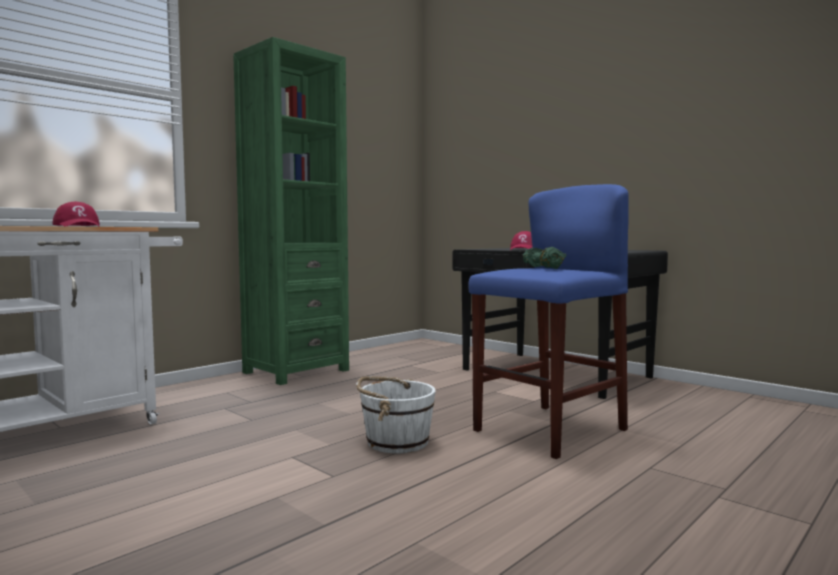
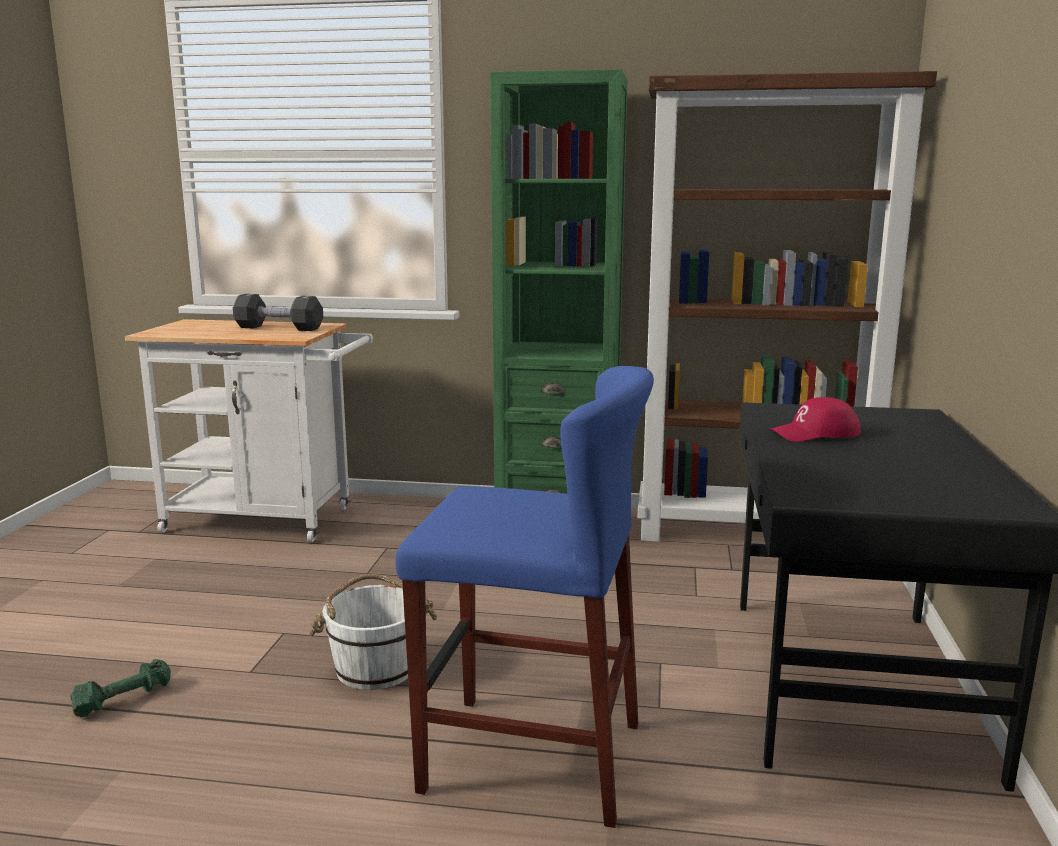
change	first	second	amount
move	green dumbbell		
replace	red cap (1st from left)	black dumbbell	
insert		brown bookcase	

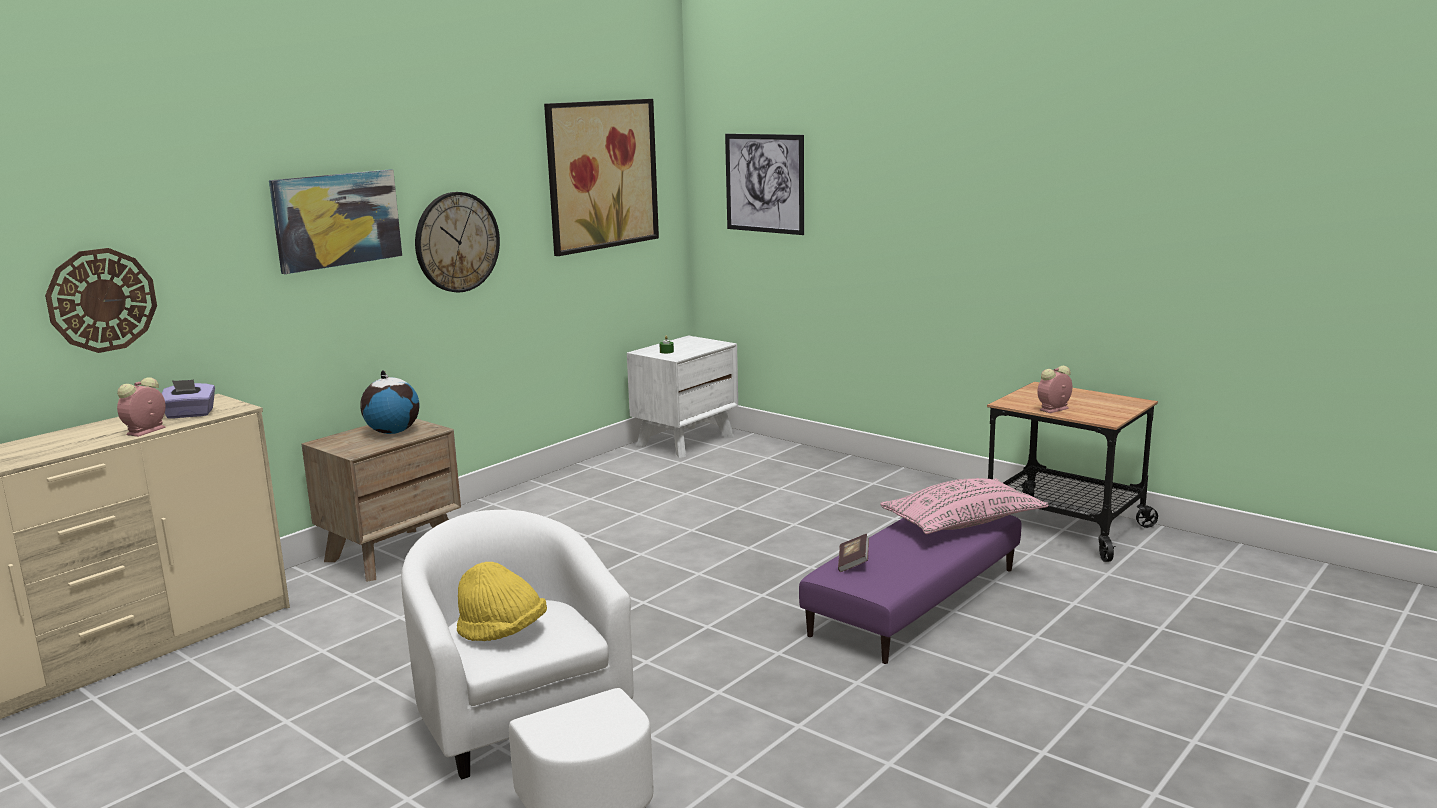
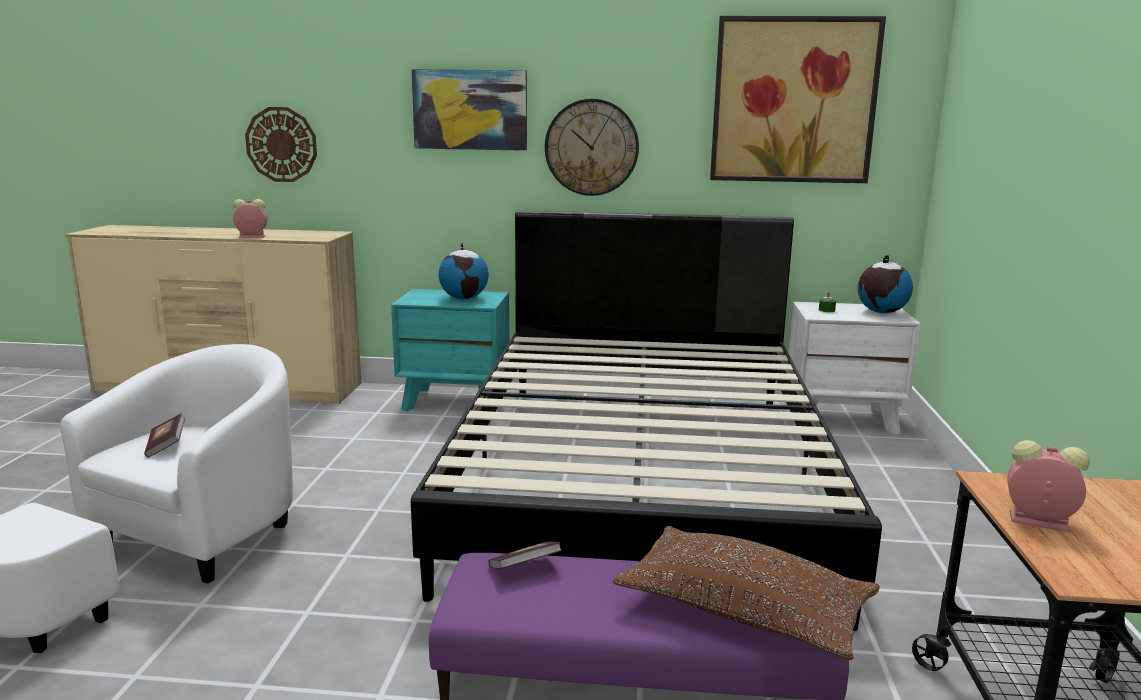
change	first	second	amount
replace	yellow hat	book (1st from left)	
recolor	brown nightstand	turquoise nightstand	
insert		black bed	
recolor	pink pillow	brown pillow	
insert		globe (2nd from left)	
delete	purple tissue box		
delete	picture (3rd from left)		

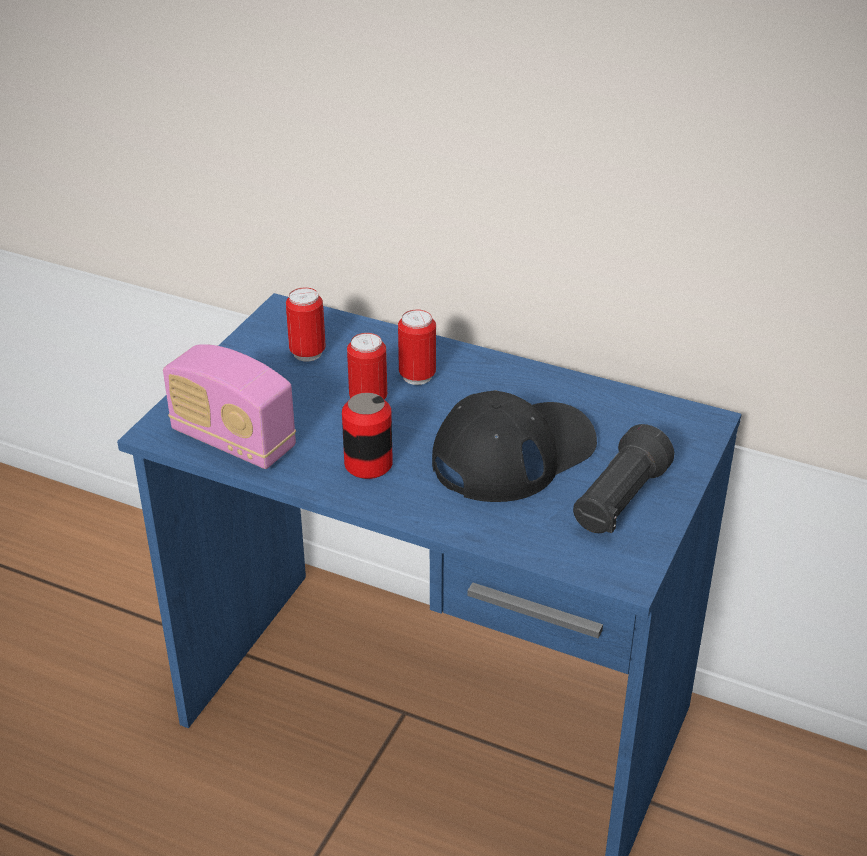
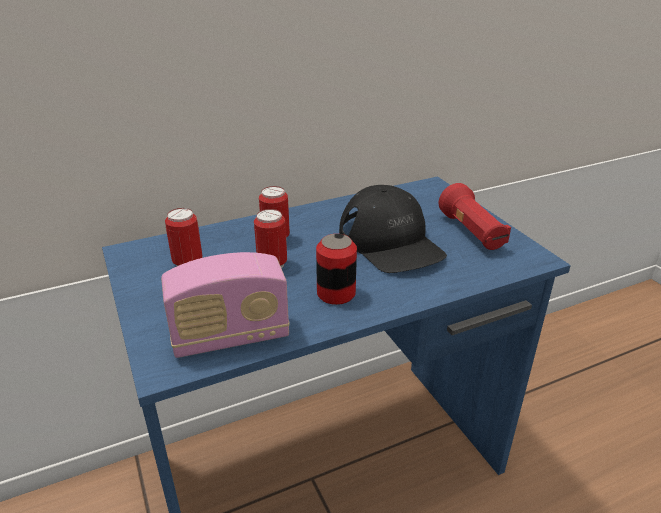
change	first	second	amount
rotate	black cap		150 degrees clockwise
recolor	black flashlight	red flashlight	

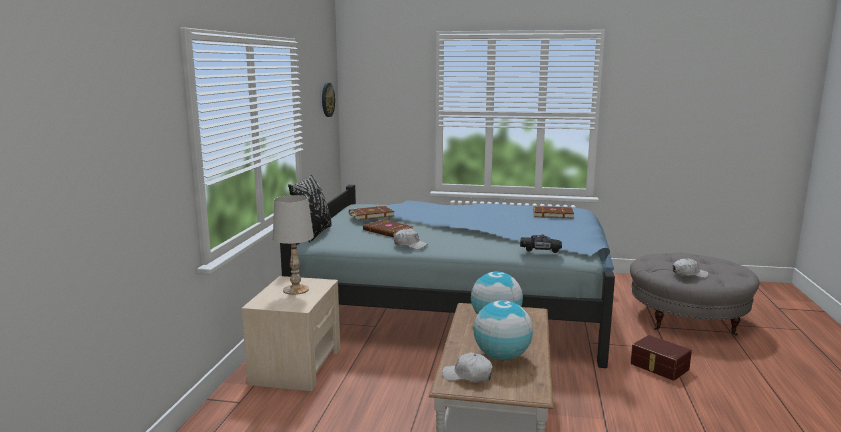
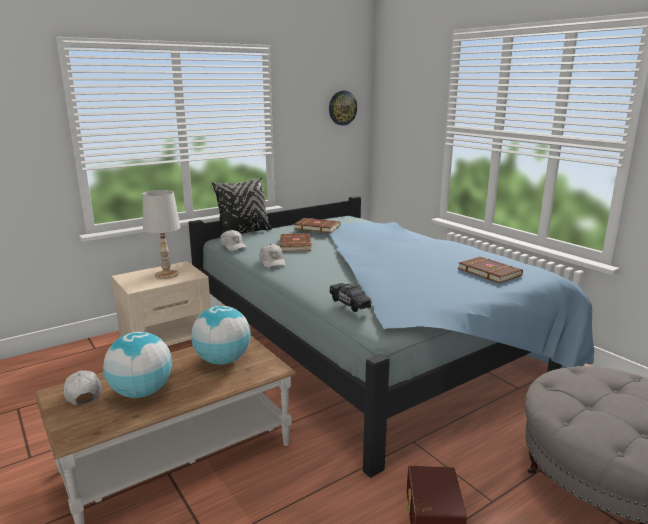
change	first	second	amount
move	white cap (3rd from left in the first image)	white cap (2nd from left)	

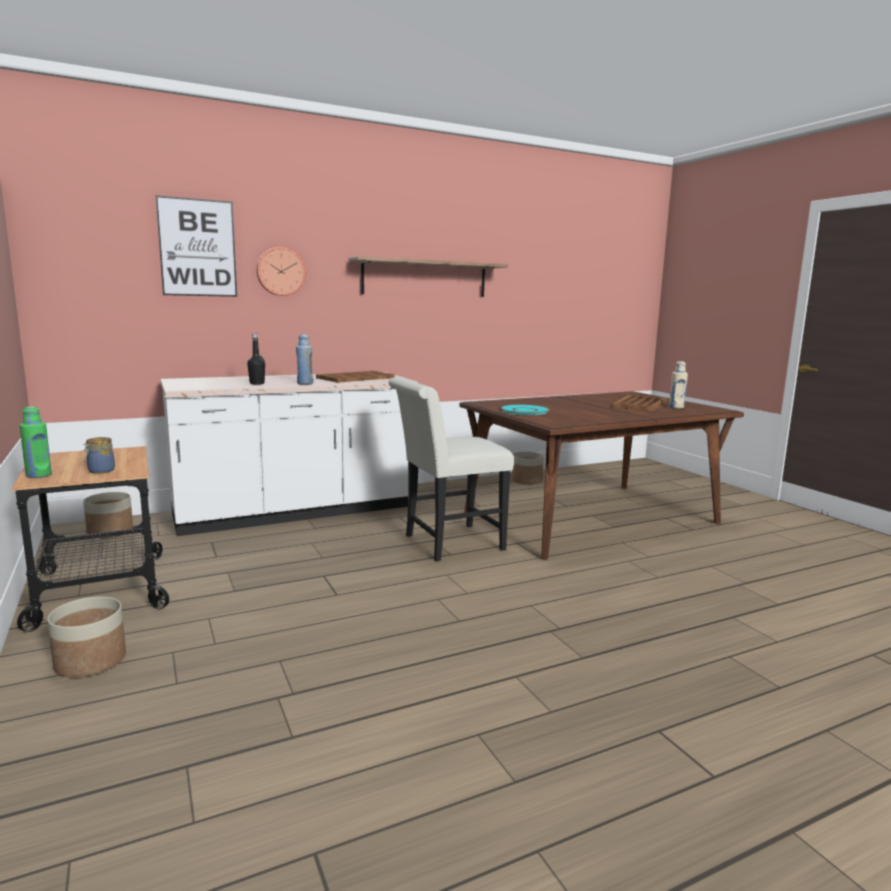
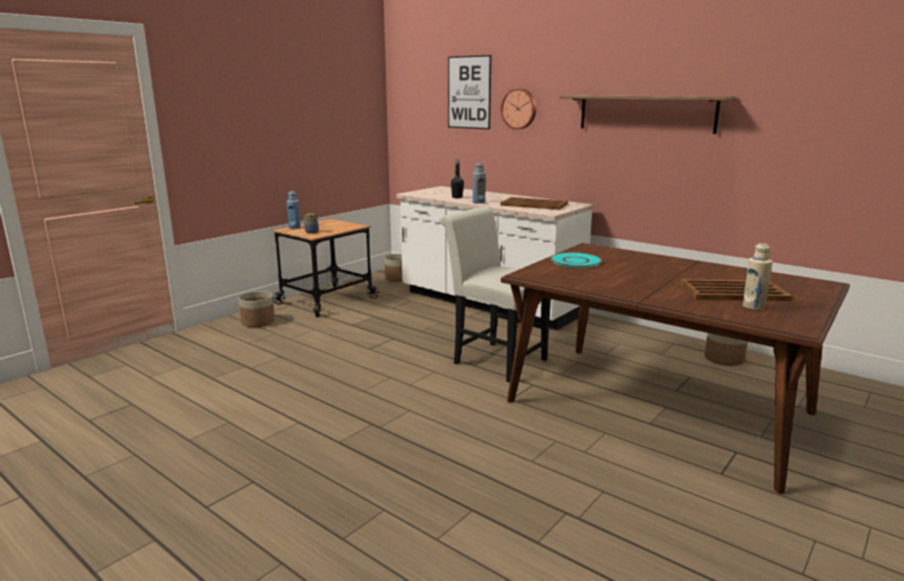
change	first	second	amount
recolor	green bottle	blue bottle (1st from left)	

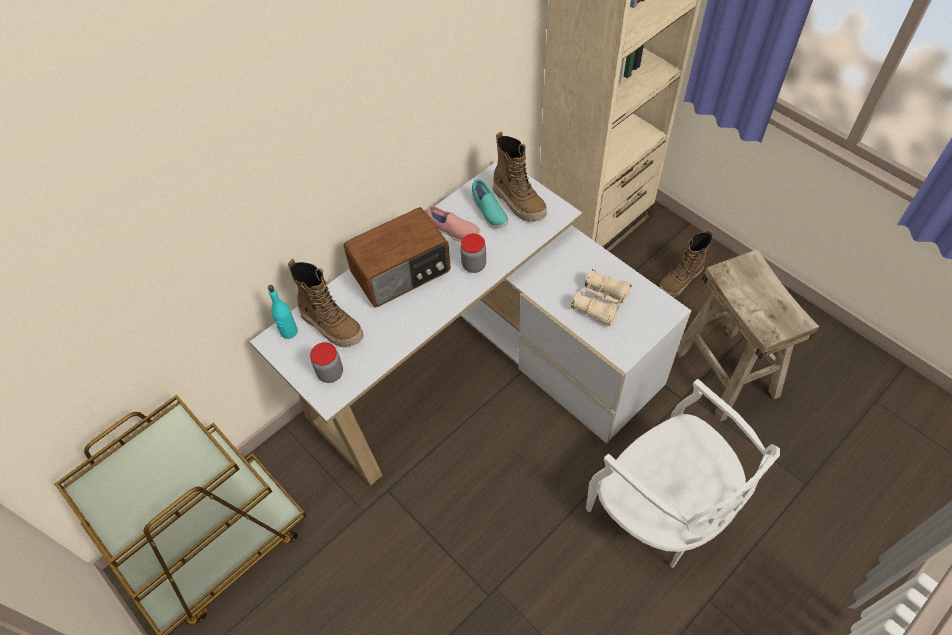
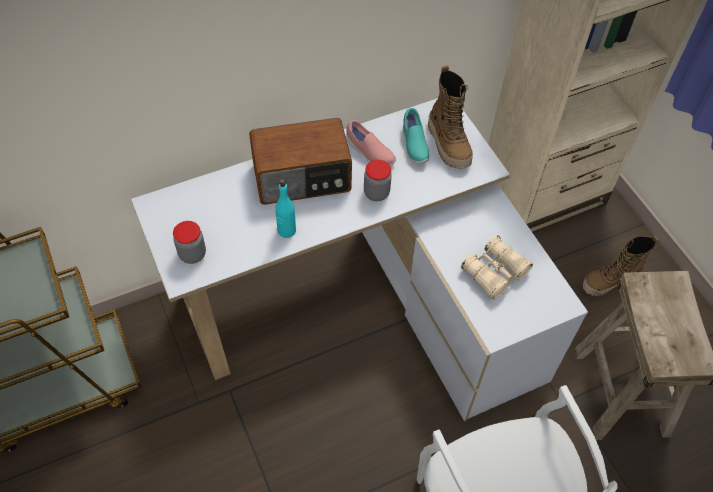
change	first	second	amount
move	turquoise bottle		
delete	boot (1st from left)		

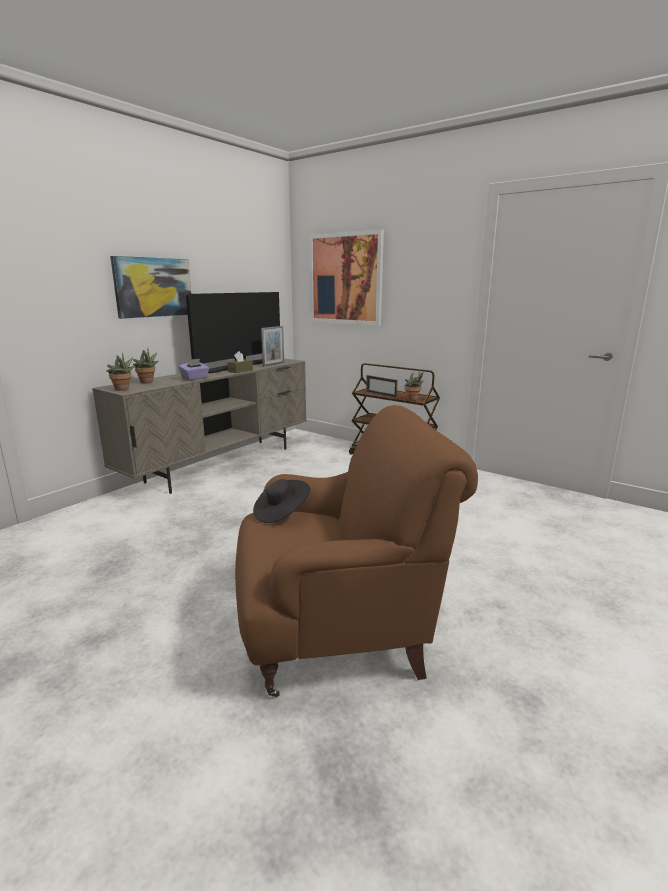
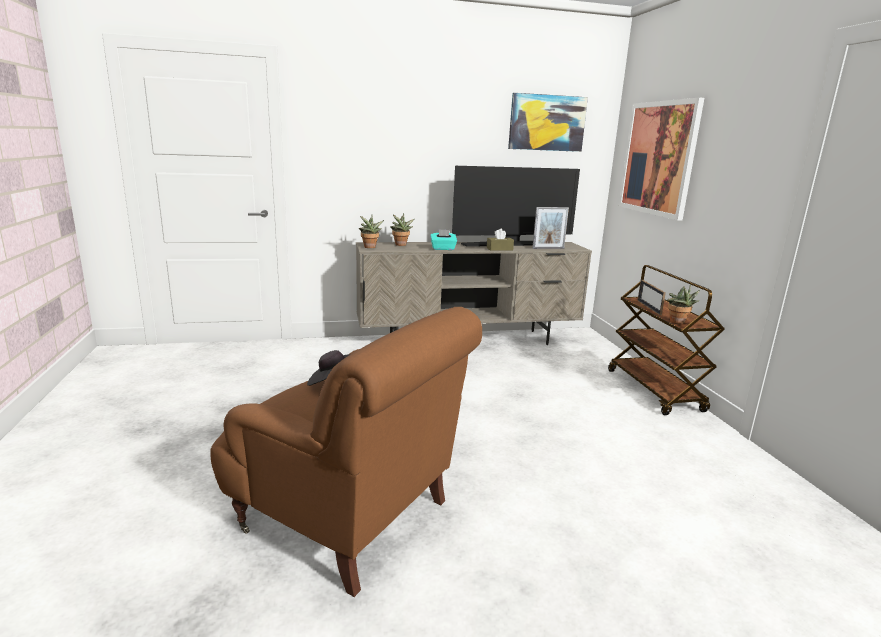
change	first	second	amount
recolor	purple tissue box	turquoise tissue box	
move	picture (1st from left)		

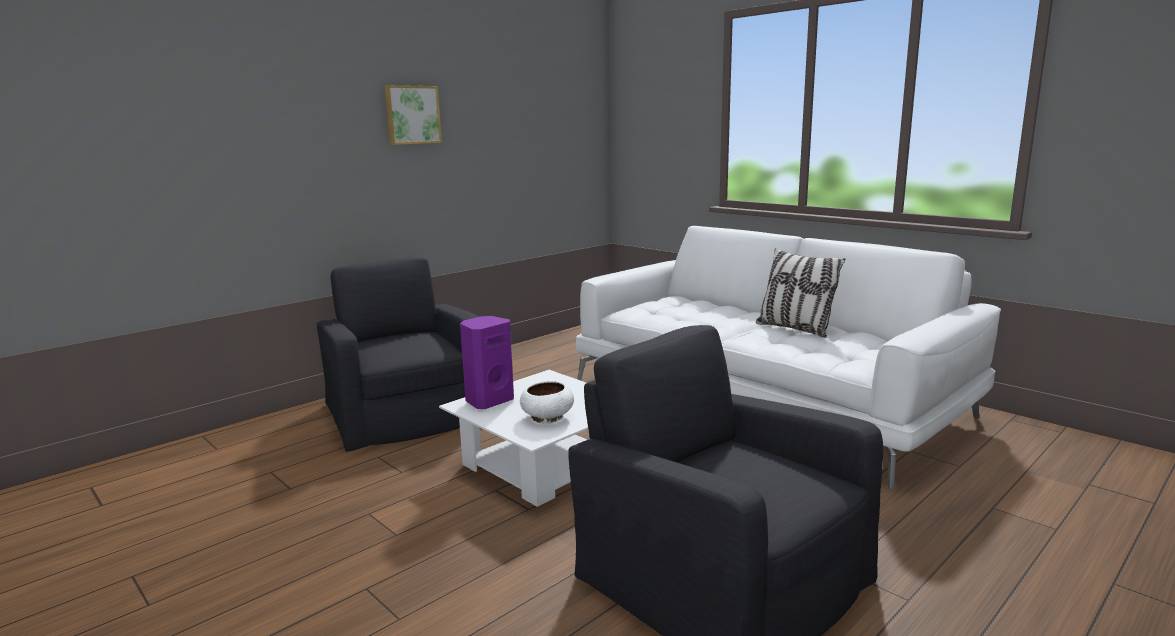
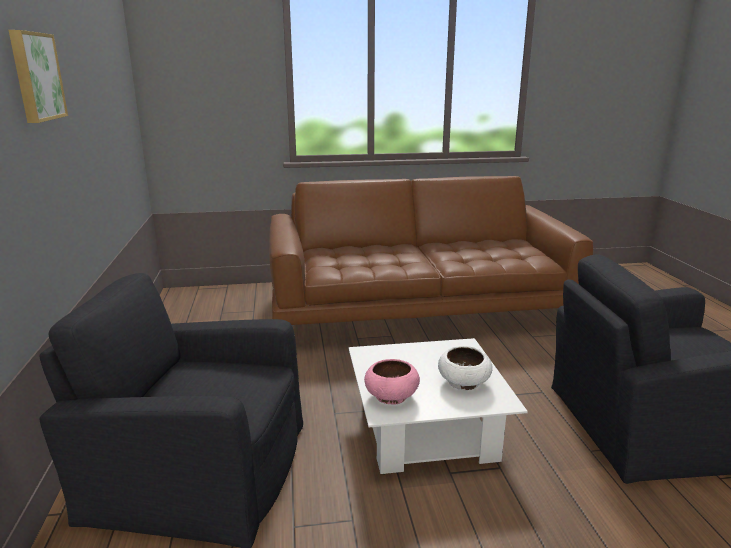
change	first	second	amount
recolor	white sofa	brown sofa	
replace	purple speaker	pink bowl	
delete	pillow		

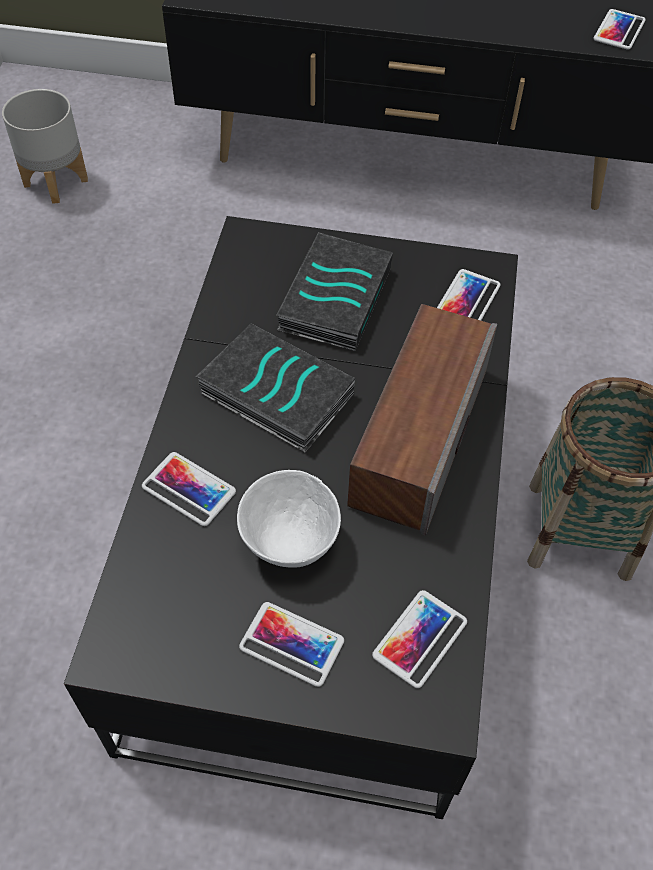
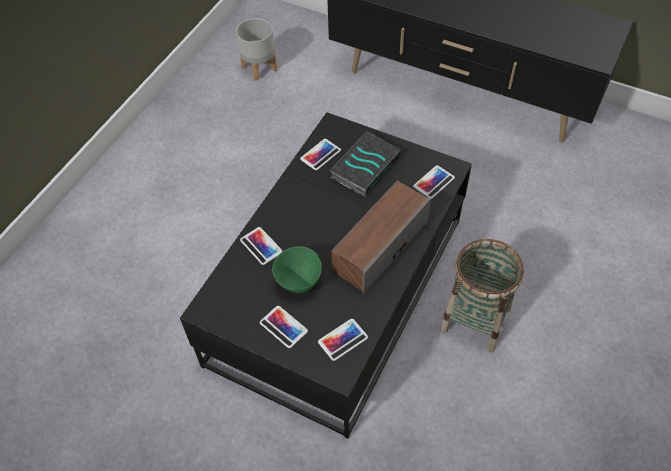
change	first	second	amount
recolor	white bowl	green bowl	
move	phone (5th from left in the first image)	phone (3rd from left)	
delete	book (1st from left)		

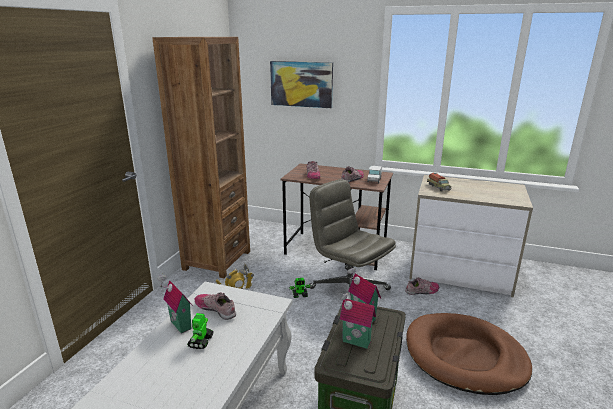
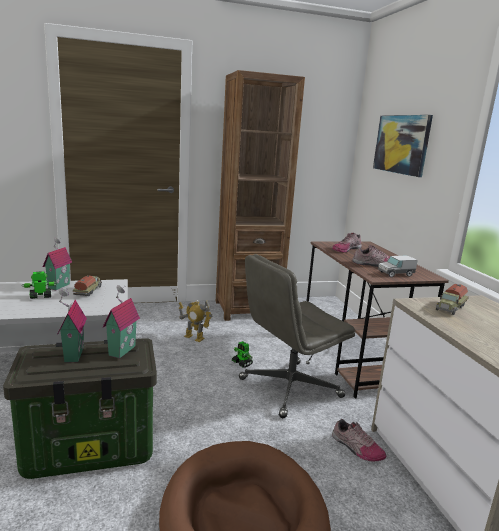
change	first	second	amount
replace	shoe (1st from left)	toy truck (1st from left)	
rotate	grey office chair		135 degrees counterclockwise

